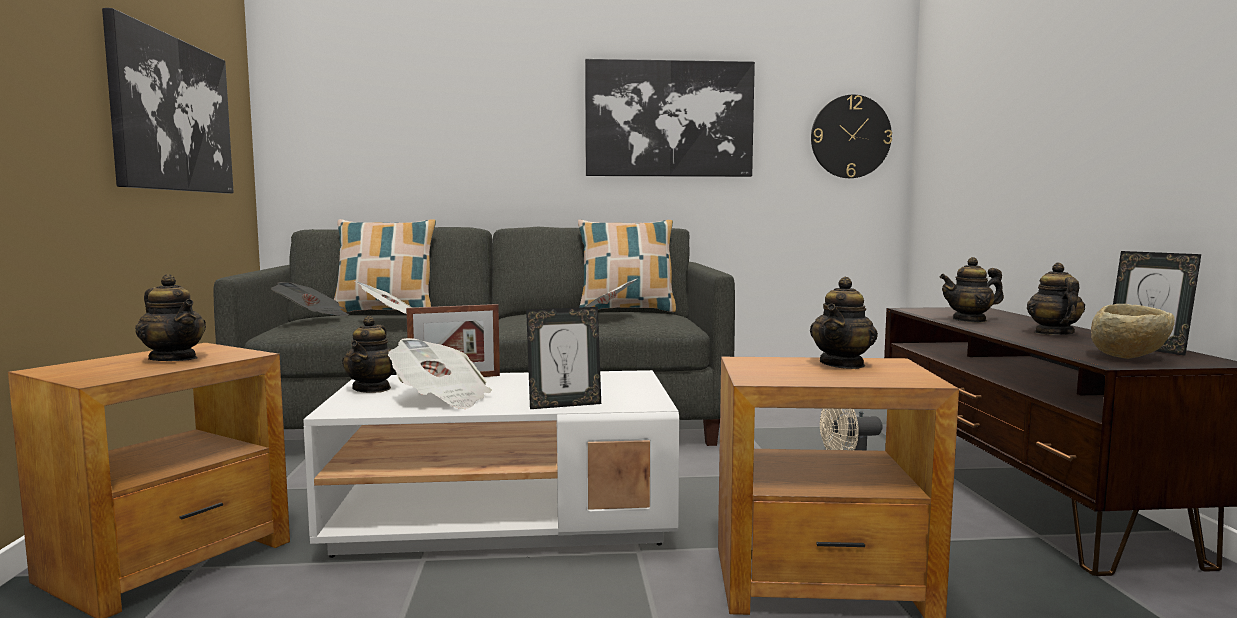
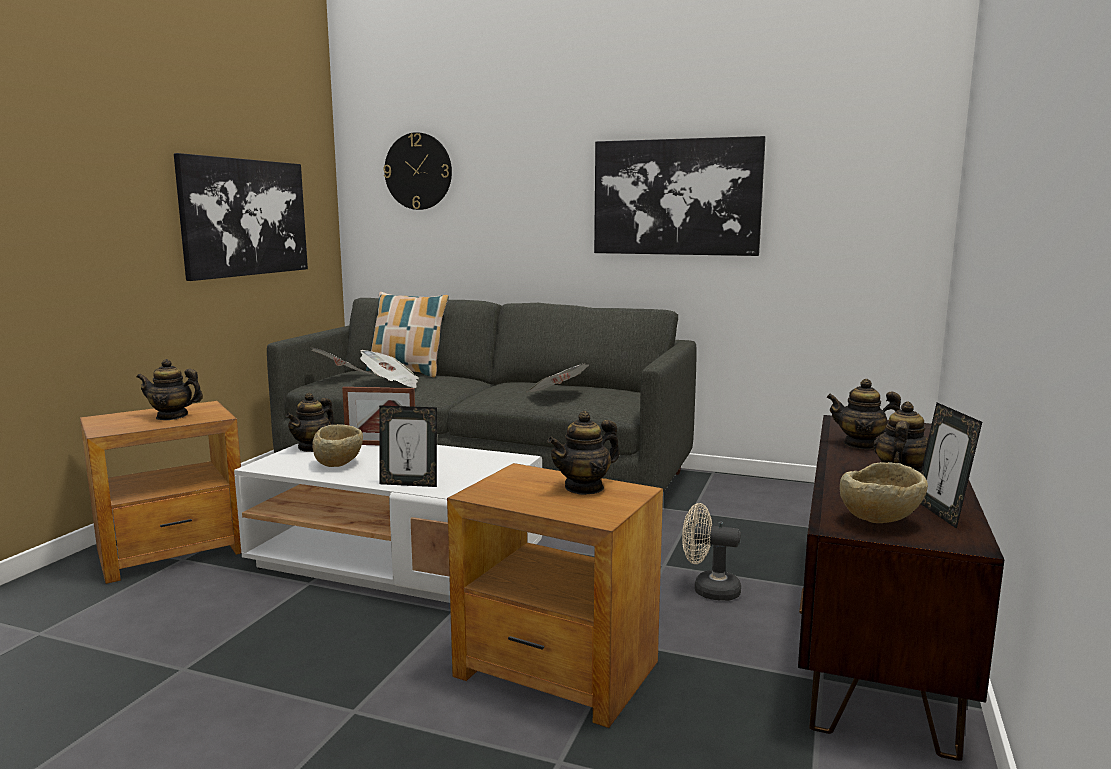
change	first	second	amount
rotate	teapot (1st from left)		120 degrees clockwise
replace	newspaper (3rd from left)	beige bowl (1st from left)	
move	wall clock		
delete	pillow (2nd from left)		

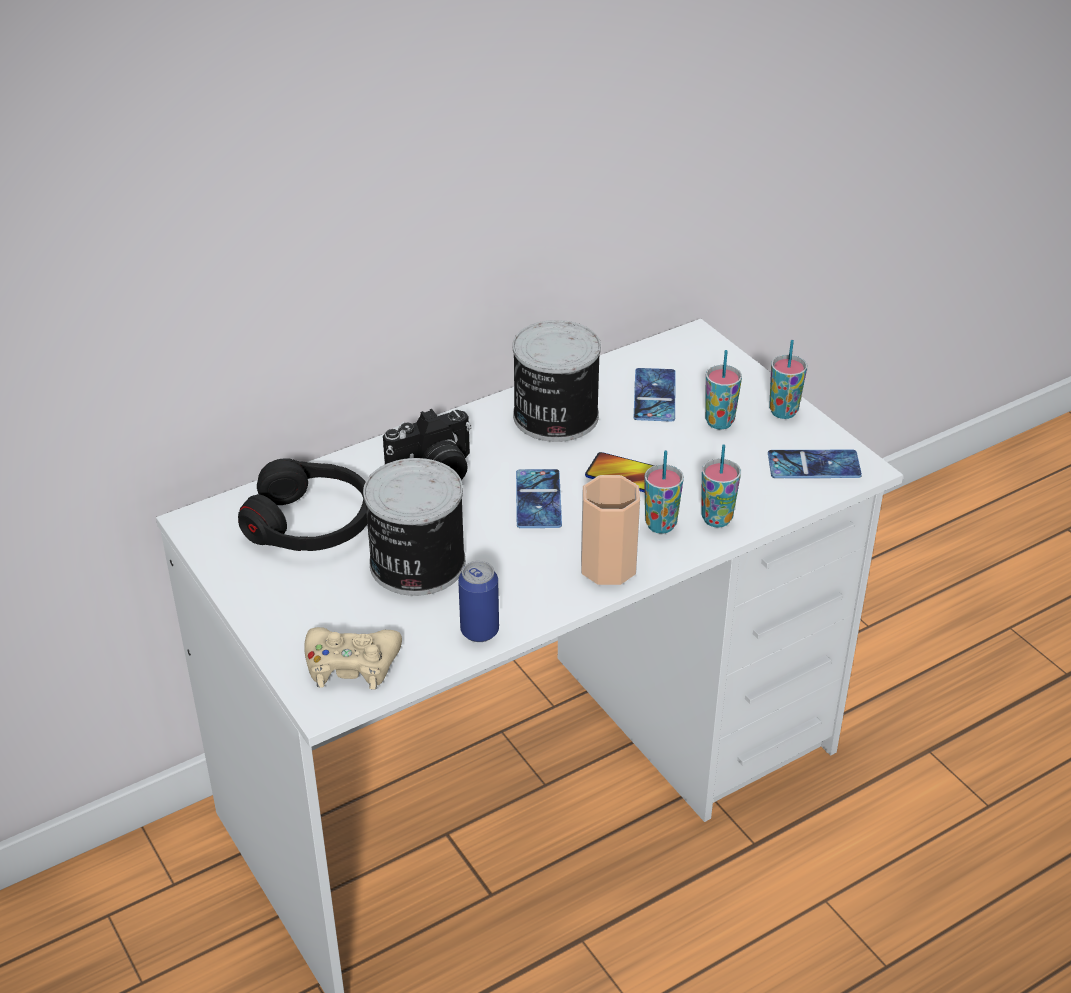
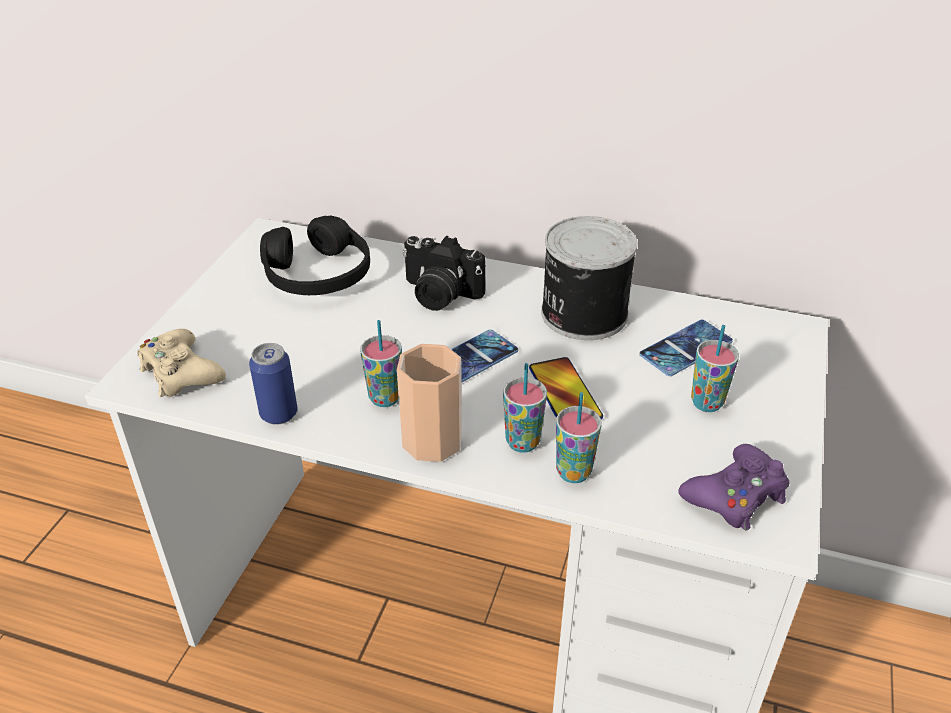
change	first	second	amount
move	cup (5th from left in the first image)	cup (1st from left)	
replace	phone (4th from left)	purple game controller	
delete	can (1st from left)		

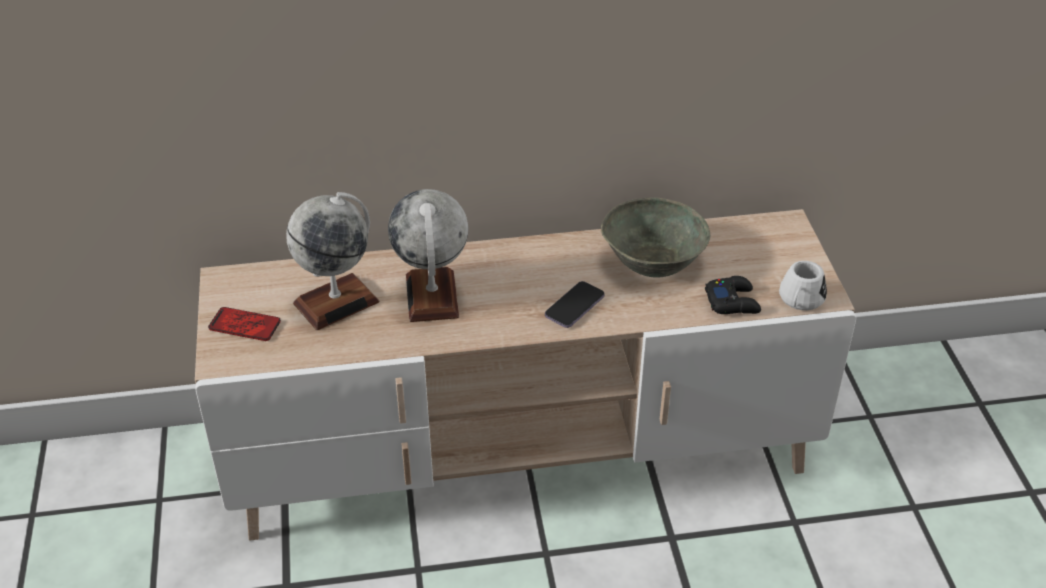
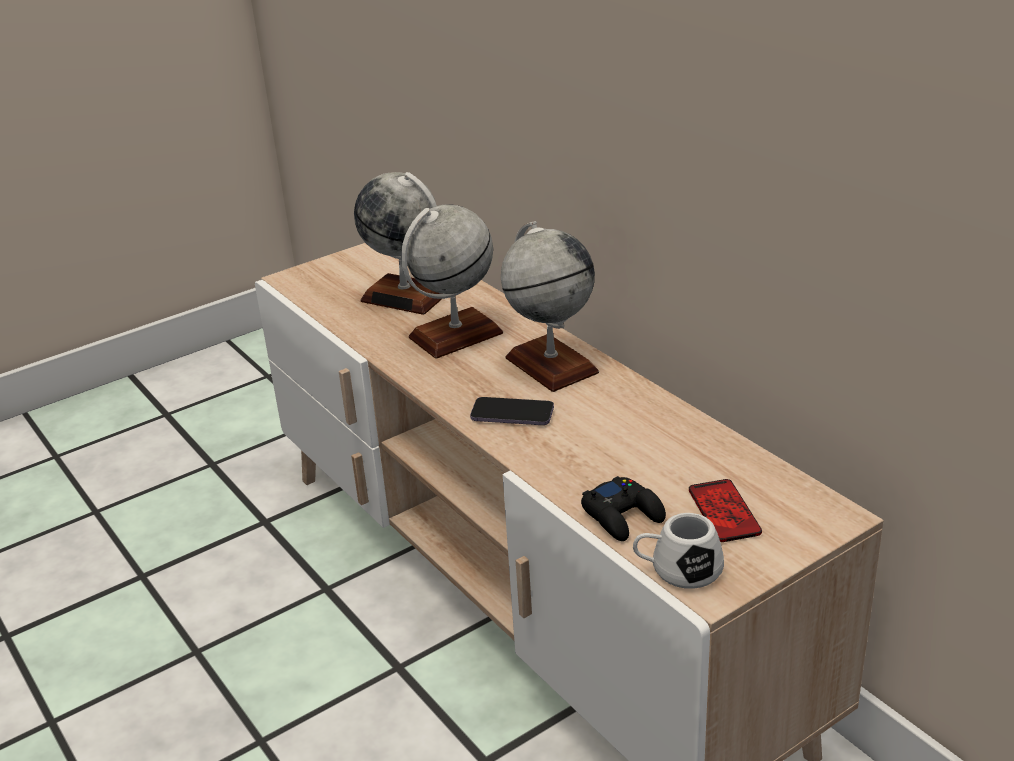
change	first	second	amount
insert		globe (3rd from left)	
move	phone (1st from left in the first image)	phone (2nd from left)	
delete	grey bowl		

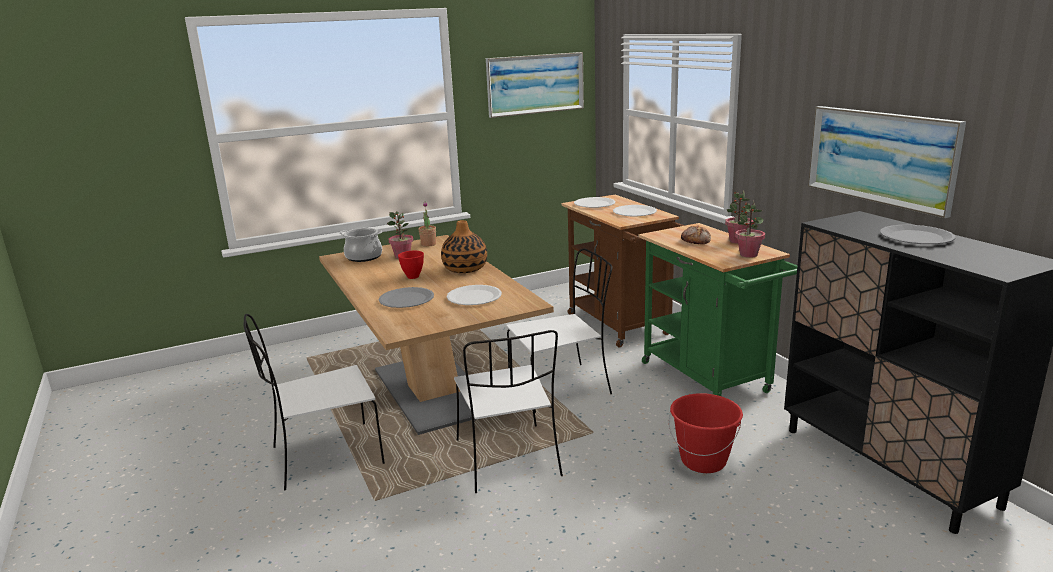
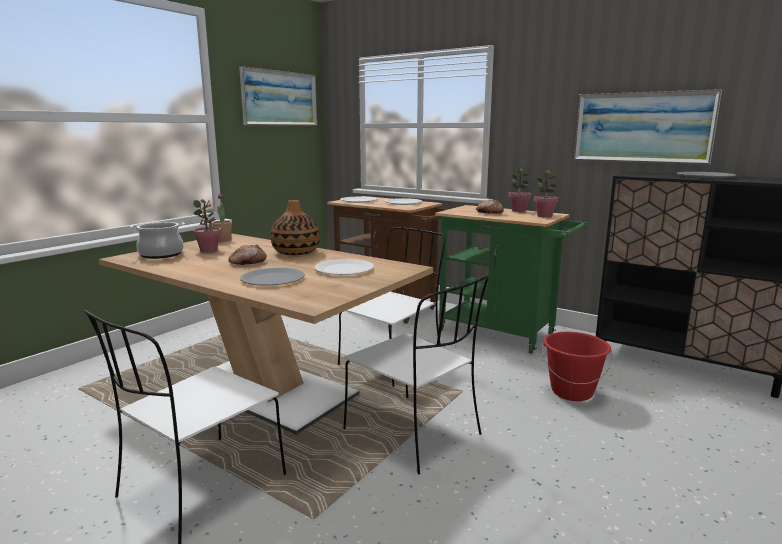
change	first	second	amount
replace	red bowl	bread (1st from left)	

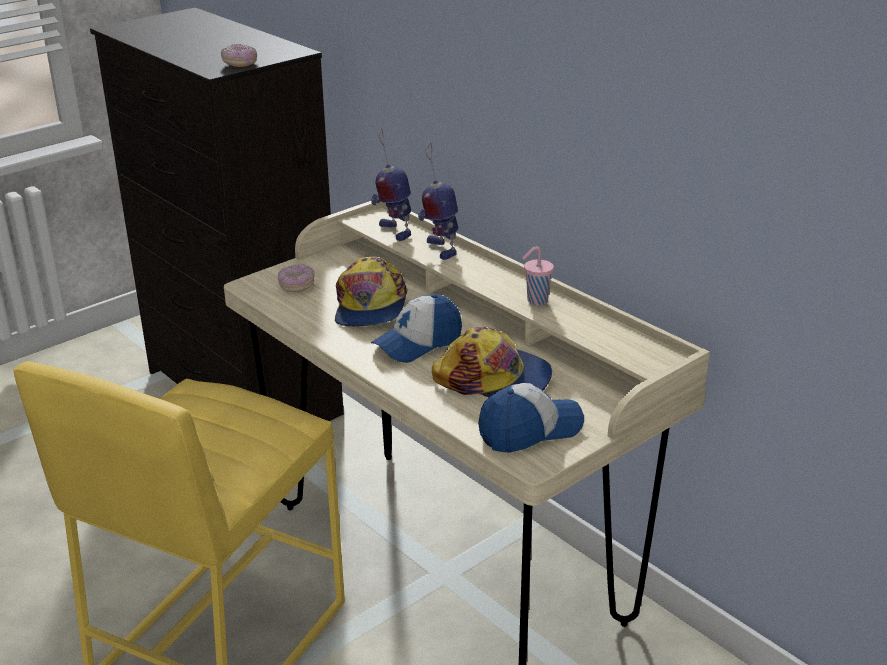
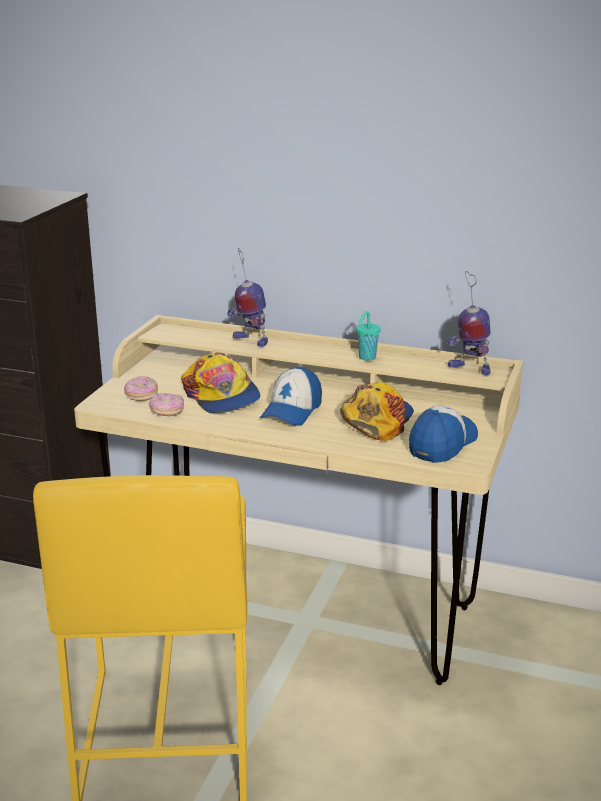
change	first	second	amount
move	donut (1st from left in the first image)	donut (2nd from left)	
rotate	cap (3rd from left)		60 degrees counterclockwise
recolor	pink cup	turquoise cup	
move	toy robot (1st from left in the first image)	toy robot (2nd from left)	

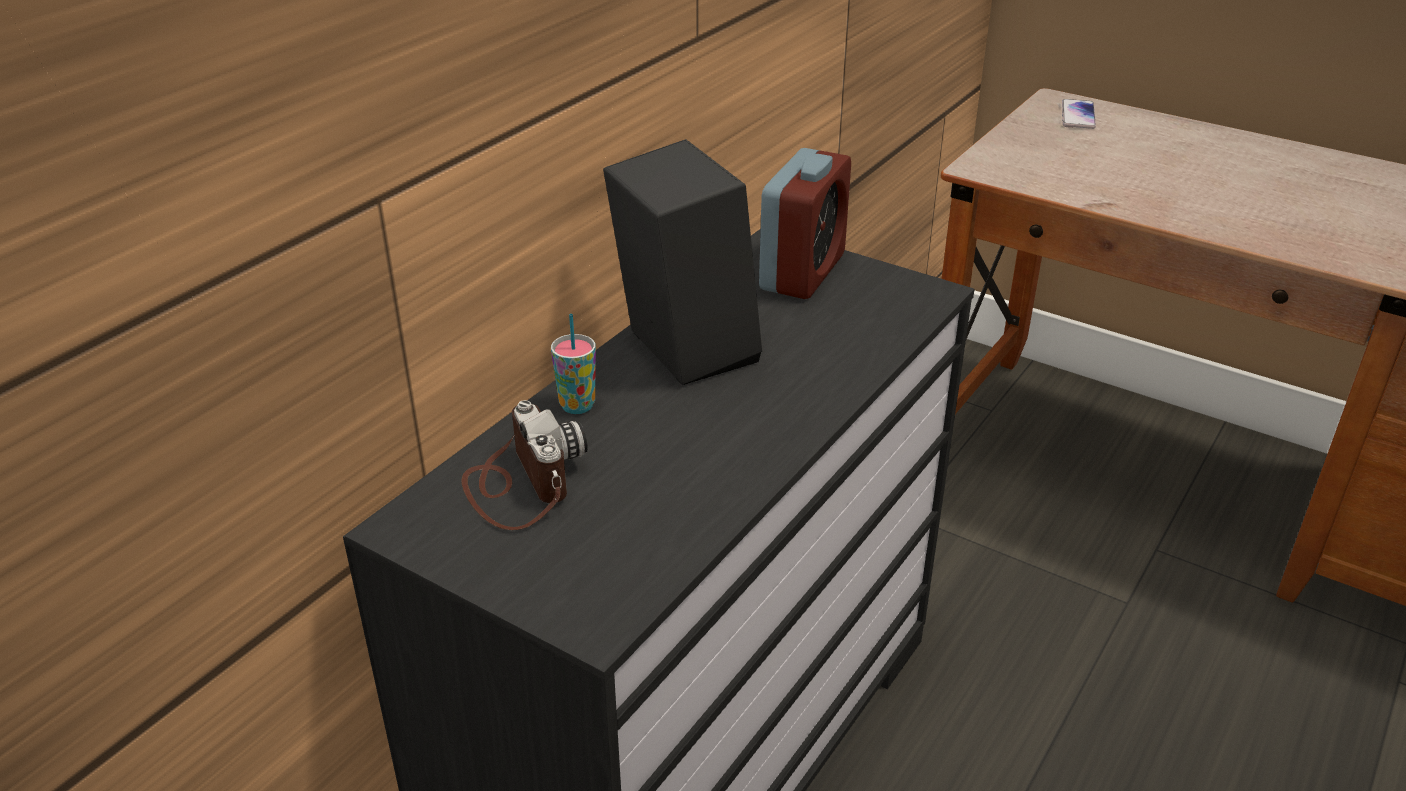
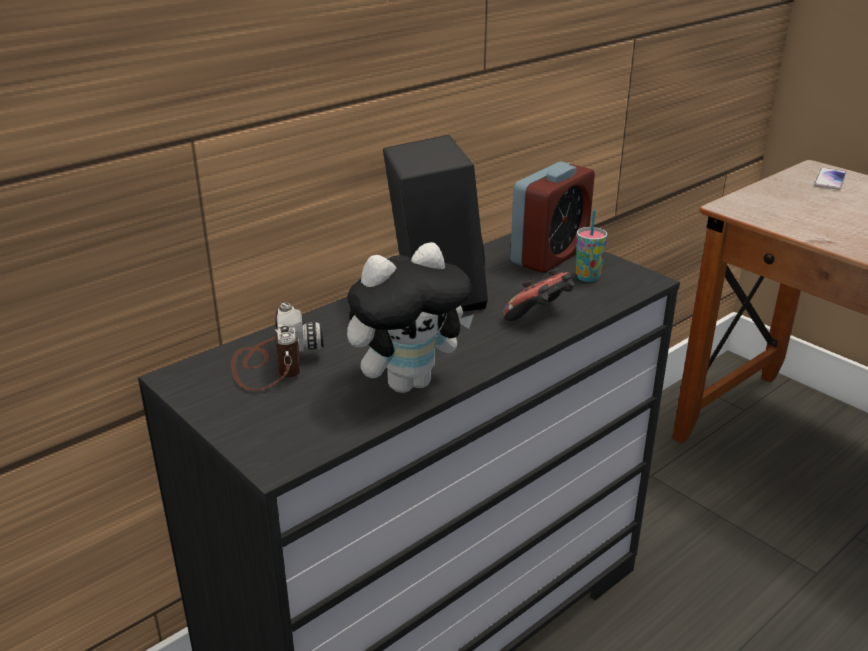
change	first	second	amount
insert		plush toy	
insert		game controller	
move	cup		

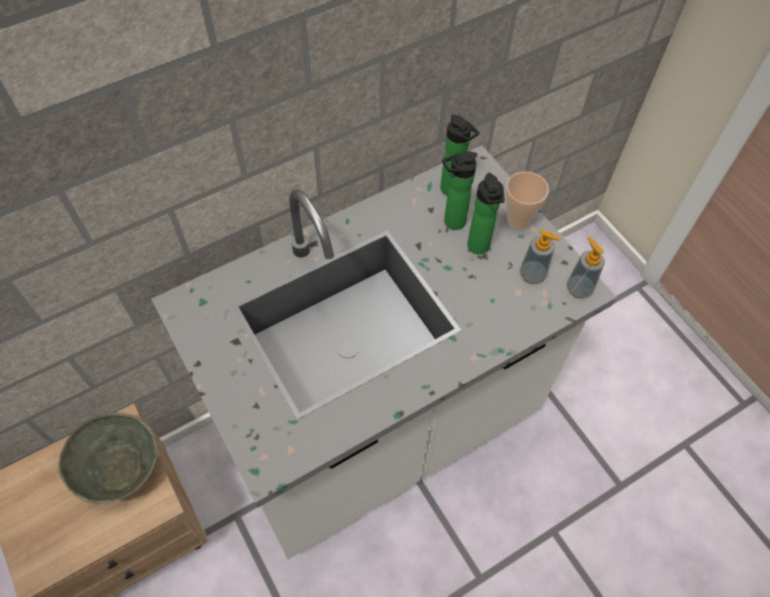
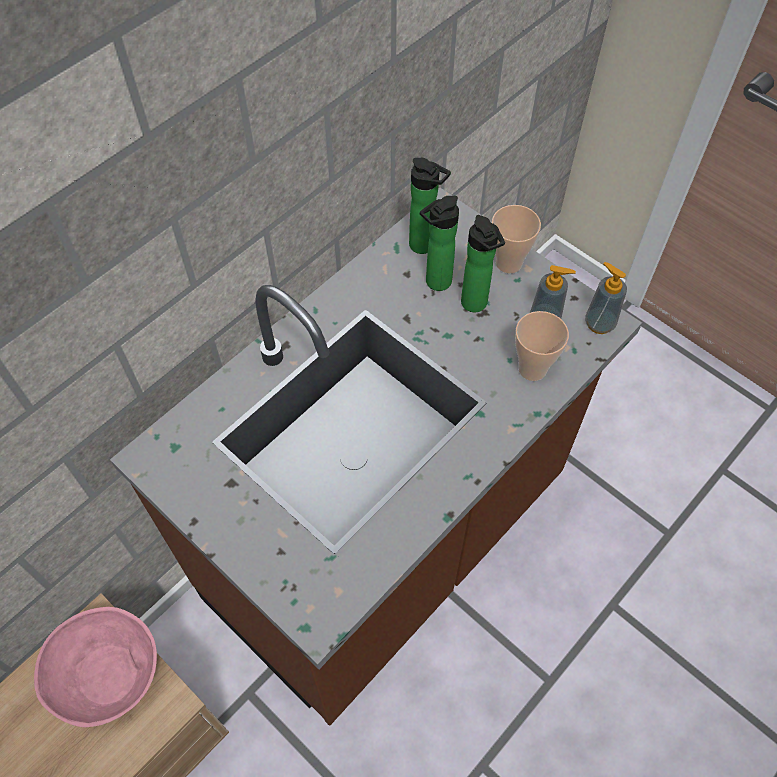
change	first	second	amount
recolor	grey bowl	pink bowl	
recolor	white counter	brown counter	
insert		cup (2nd from left)	

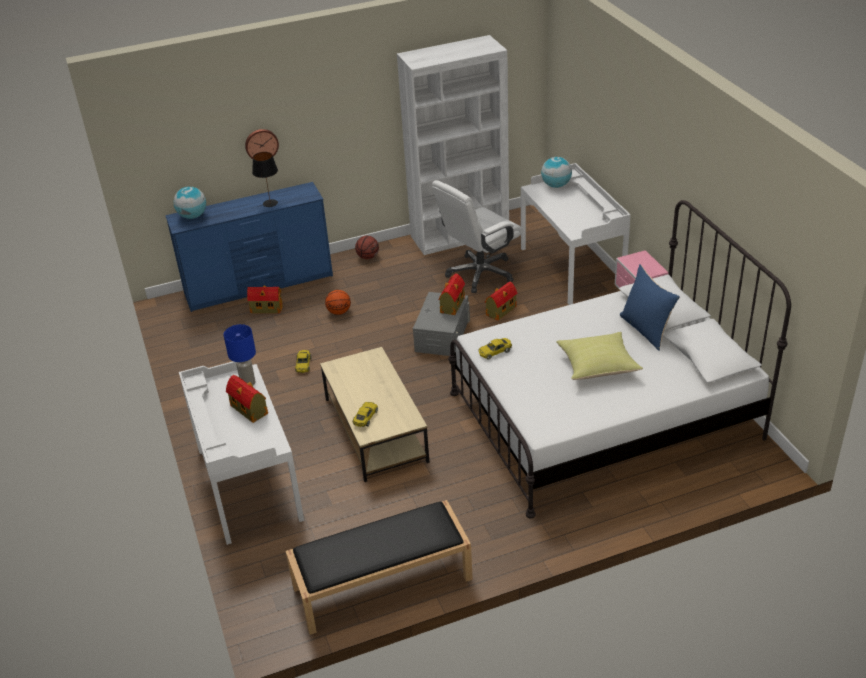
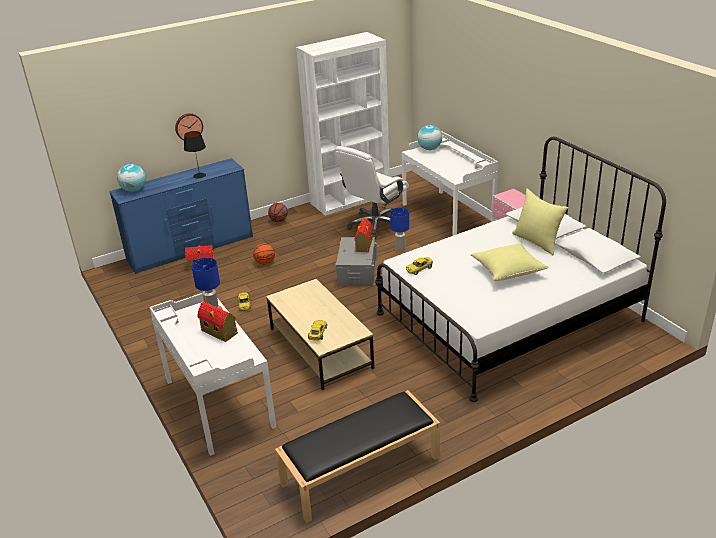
change	first	second	amount
replace	toy house (4th from left)	blue table lamp (2nd from left)	
recolor	blue pillow	yellow pillow (2nd from left)	

